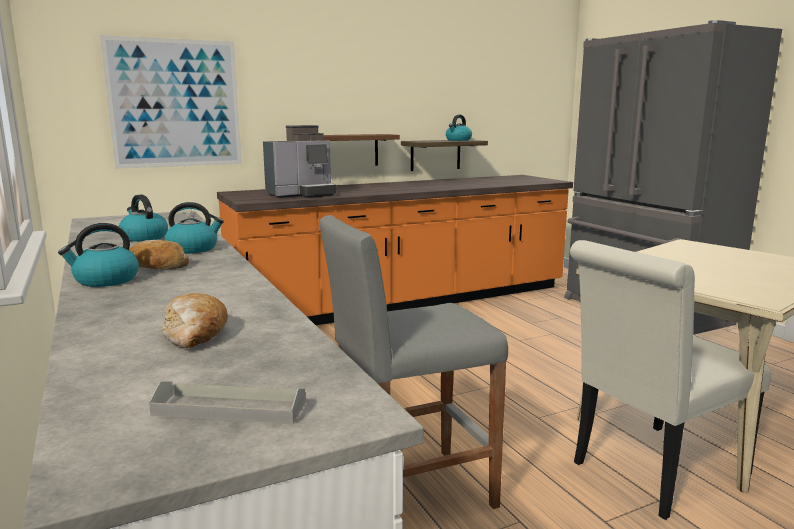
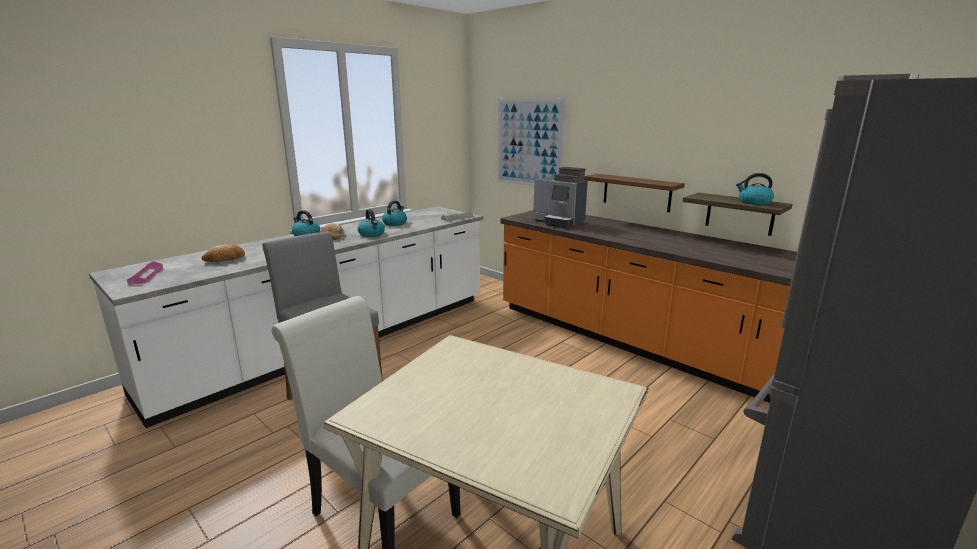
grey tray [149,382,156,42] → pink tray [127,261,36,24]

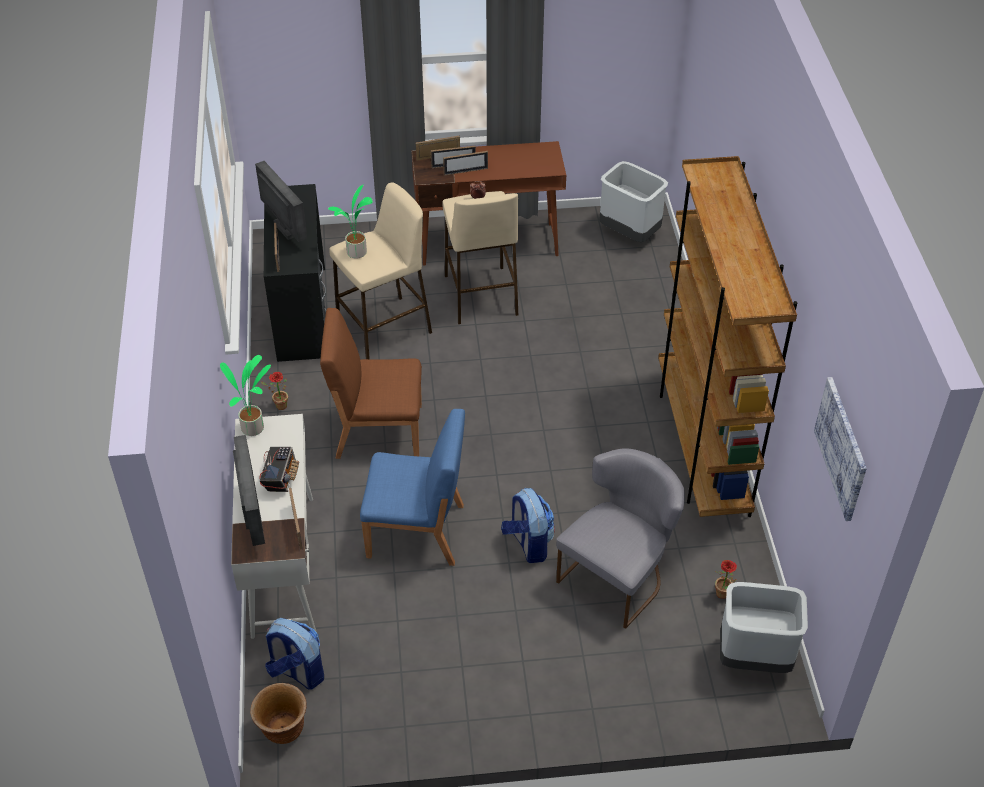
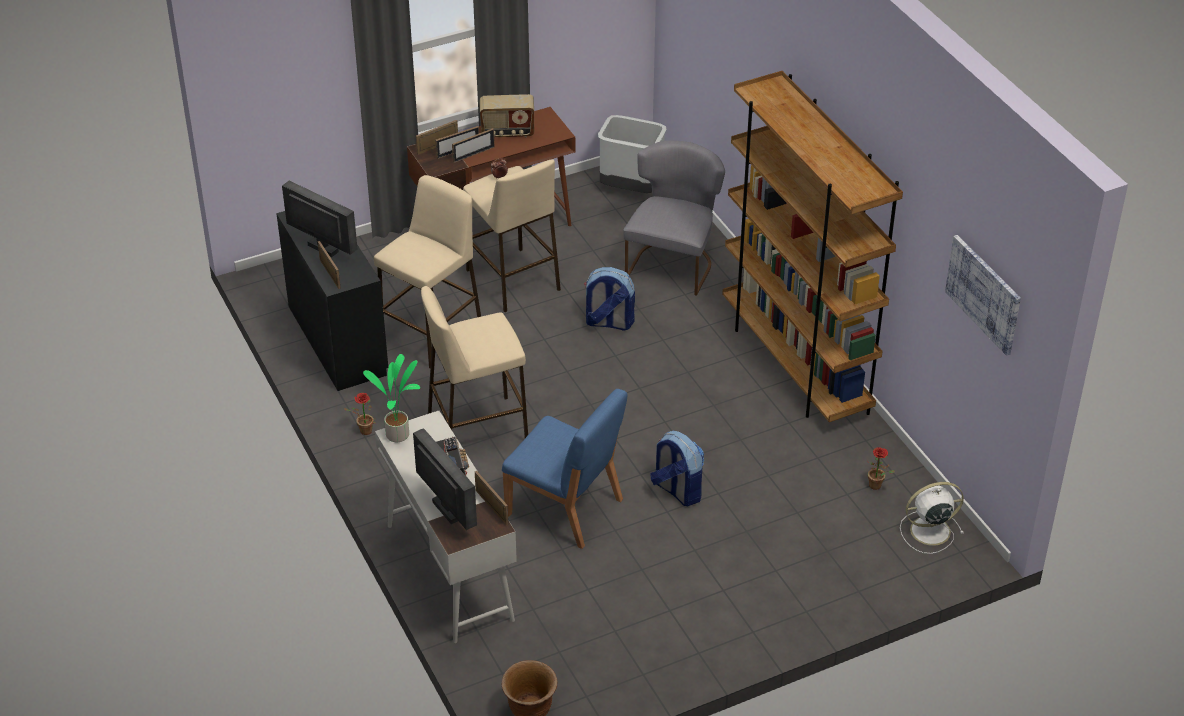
backpack [265,618,59,72] → backpack [584,267,51,64], move
brown chair [320,308,102,151] → beige stool [421,286,107,152]
potted plant [328,184,45,75] → -
blue chair [360,409,105,157] → blue chair [502,389,125,160], 45 degrees clockwise
grey chair [556,448,129,181] → grey chair [623,141,102,155], move
grey trash can [720,582,88,91] → white fan [900,482,64,72]
- → radio [480,94,54,43]

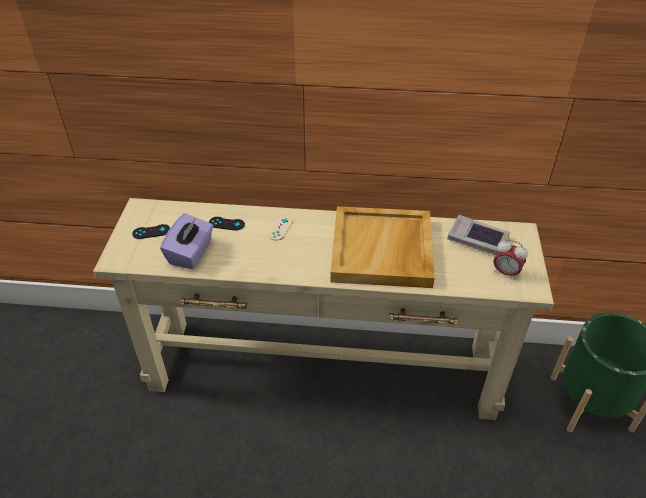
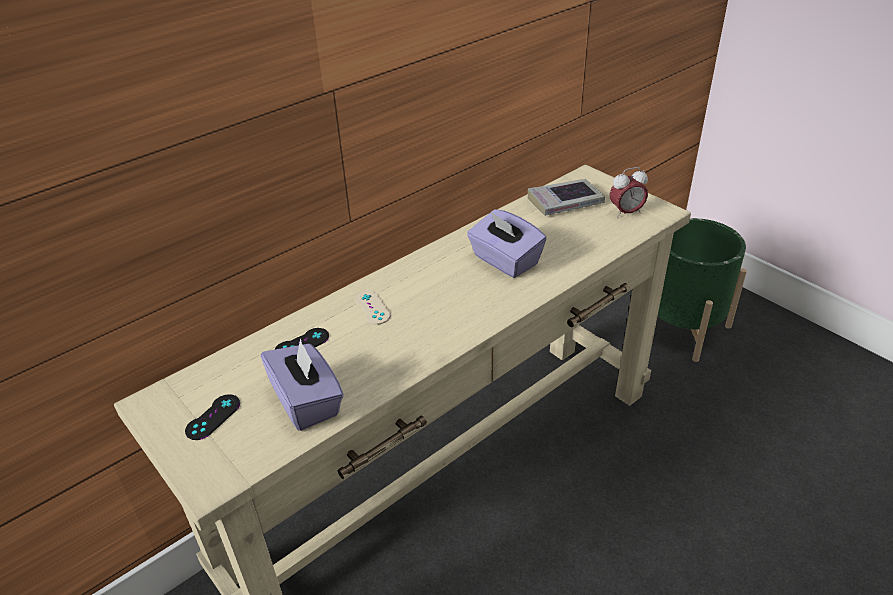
beige tray [330,206,105,82] → purple tissue box [467,209,80,69]

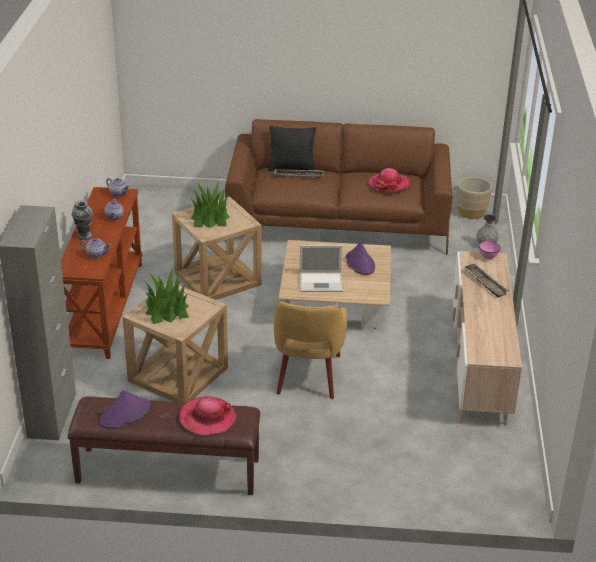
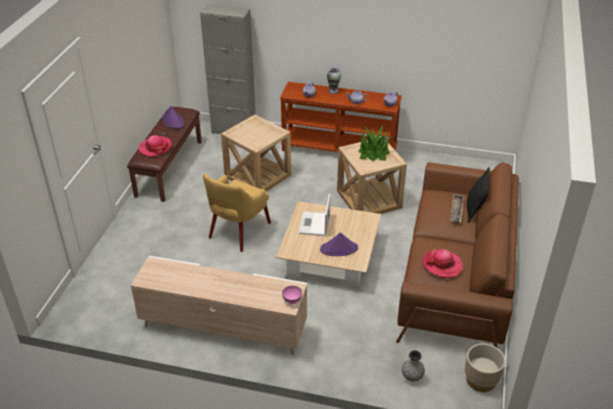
potted plant [145,268,44,56] → -
yellow armchair [274,302,73,97] → yellow armchair [203,174,68,78], 75 degrees counterclockwise
tray [463,263,46,35] → -

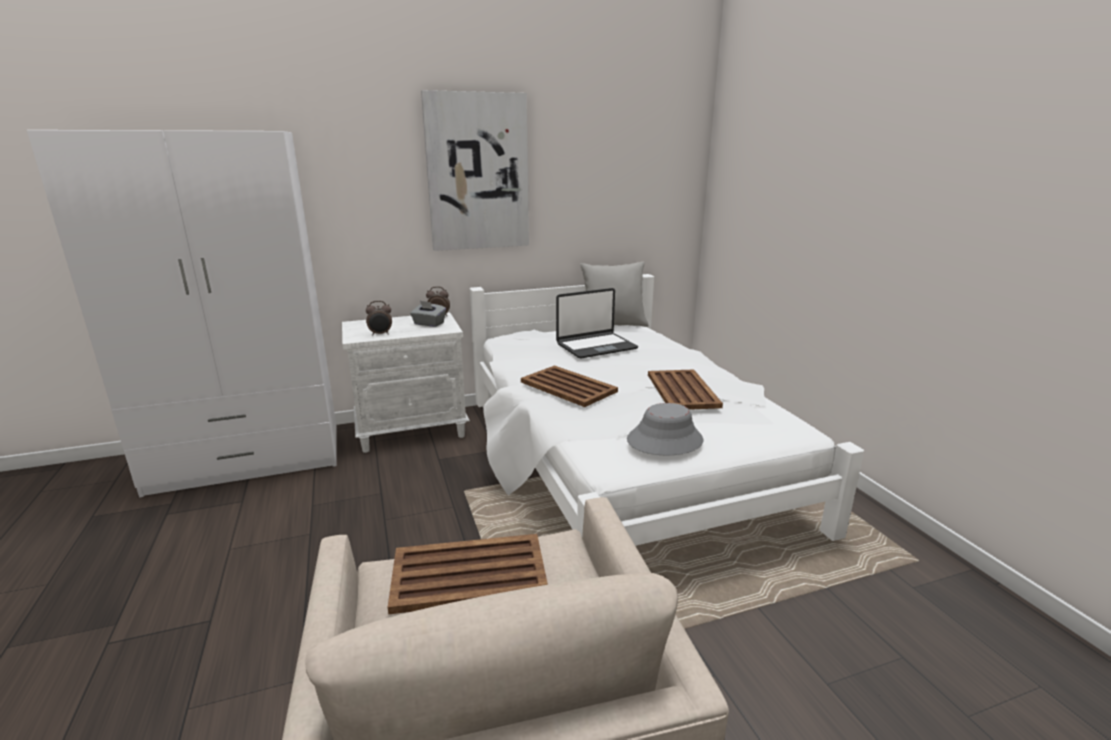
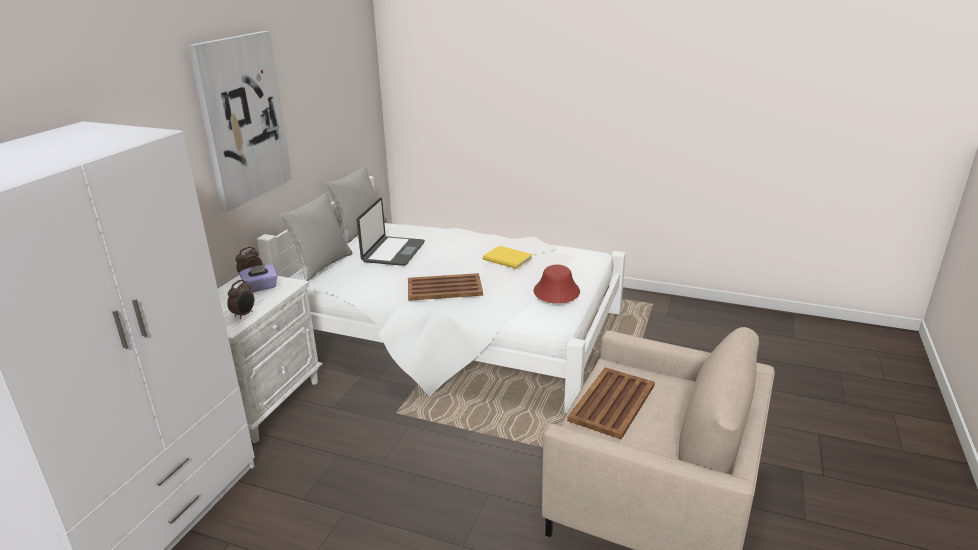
grey tissue box [410,301,36,26] → purple tissue box [239,265,38,28]
grey hat [627,403,76,53] → red hat [533,265,47,39]
brown tray [648,369,75,41] → yellow book [483,246,50,23]
- → grey pillow [279,192,73,89]

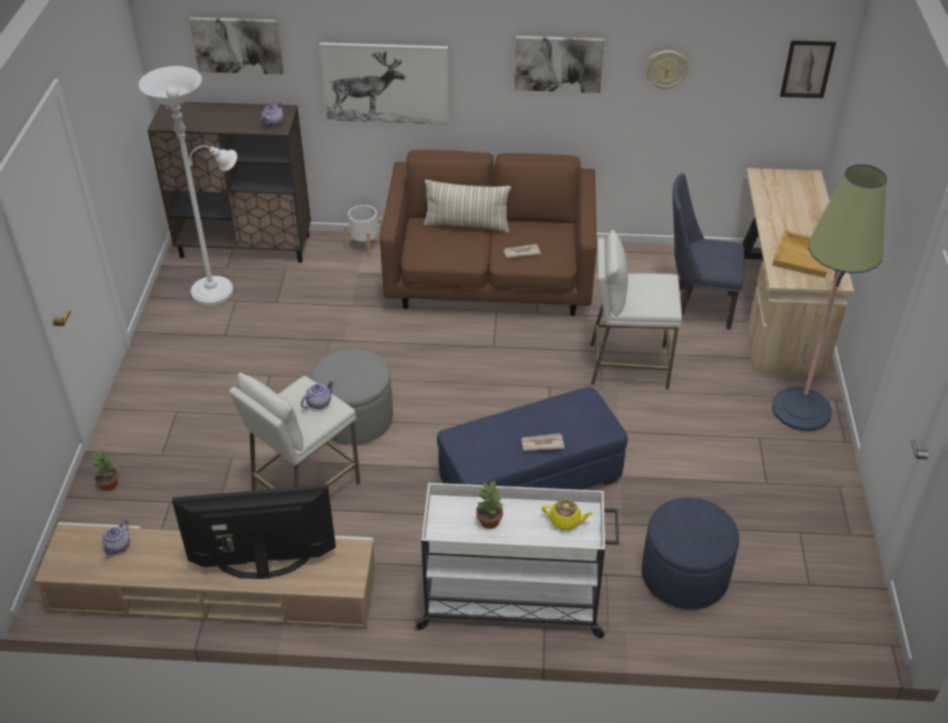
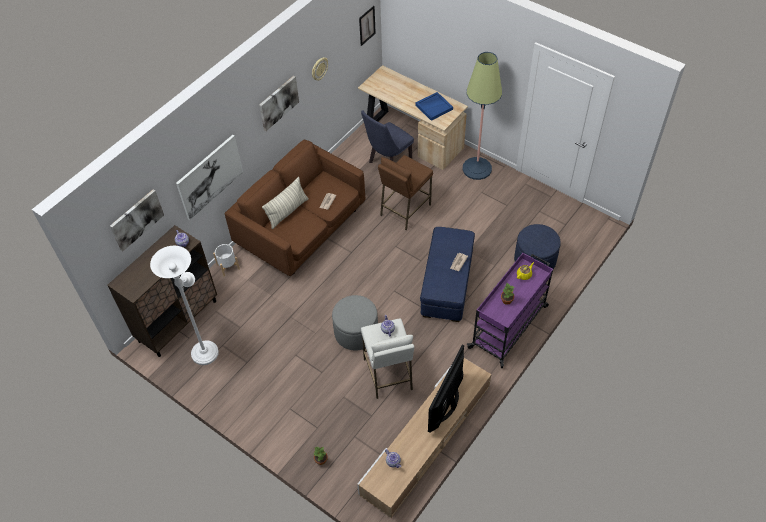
white cart [414,483,205,155] → purple cart [467,253,86,115]
white stool [591,230,91,160] → brown stool [378,155,55,75]
beige tray [772,230,56,48] → blue tray [415,92,38,29]

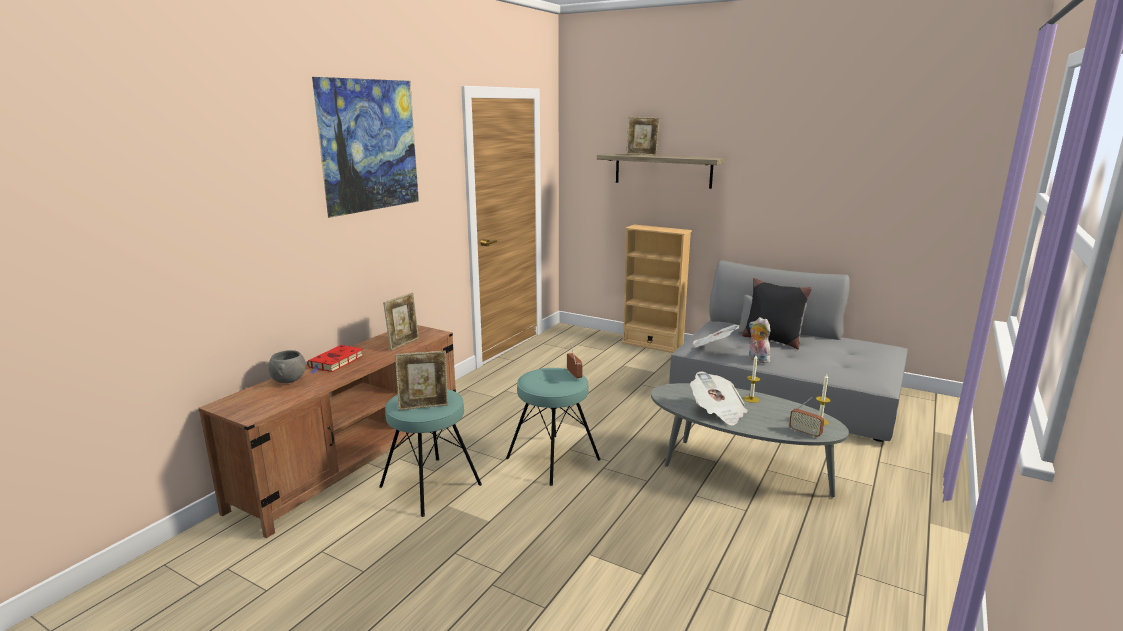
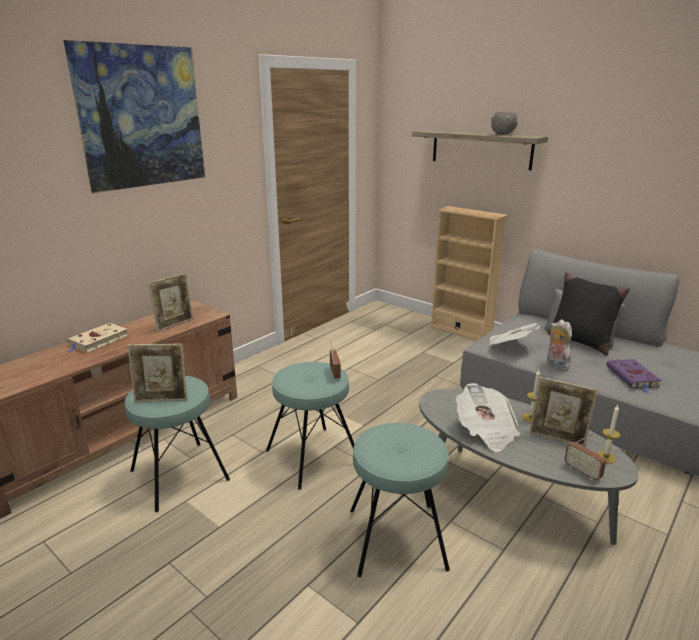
grey bowl [268,350,38,33] → grey bowl [491,112,27,23], move
red book [307,345,57,29] → beige book [67,323,62,30]
picture frame [626,117,34,39] → picture frame [530,377,68,70], move
- → turquoise stool [350,423,100,154]
- → purple book [606,359,55,34]

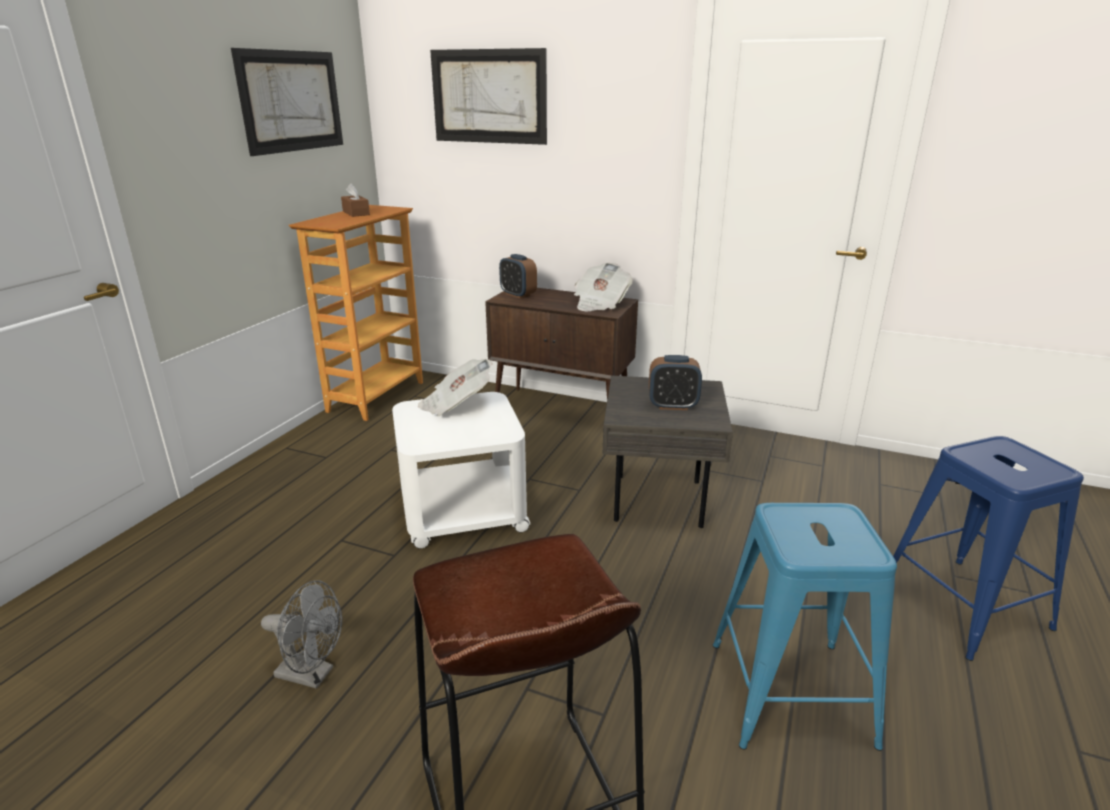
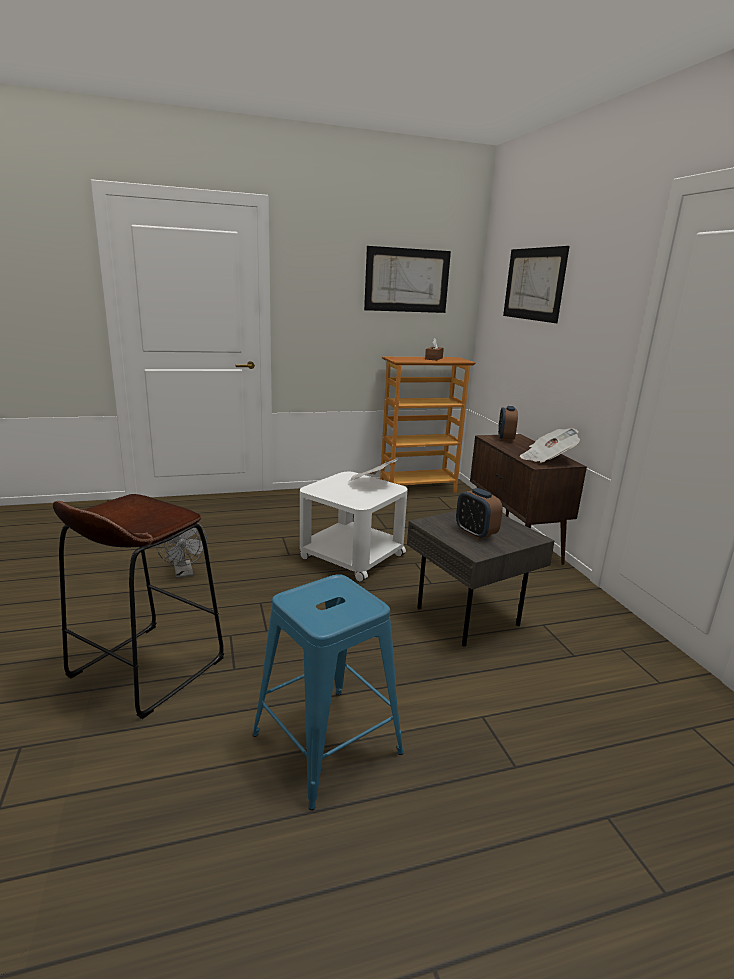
blue stool [893,436,191,225] → -

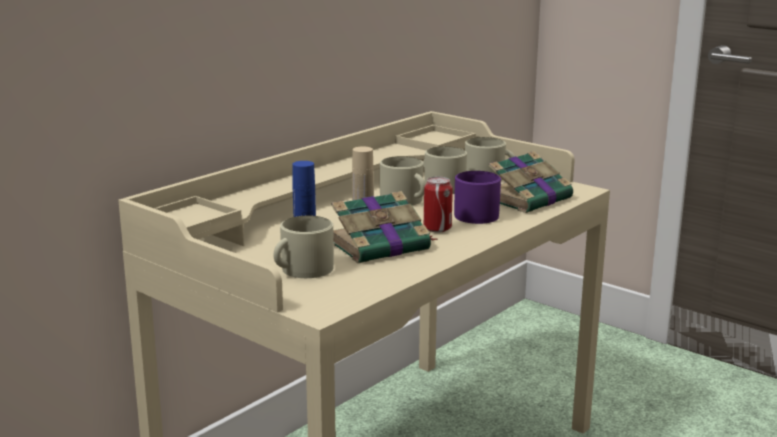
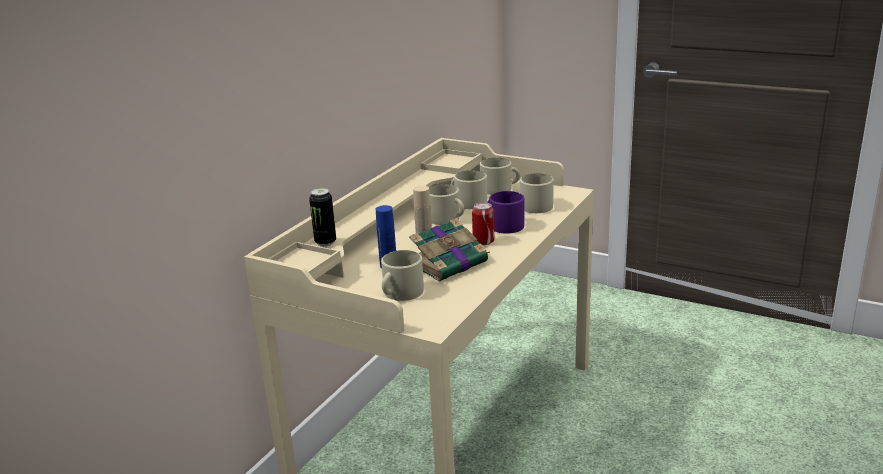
book [488,151,85,62] → beige mug [520,173,34,40]
- → can [309,188,27,58]

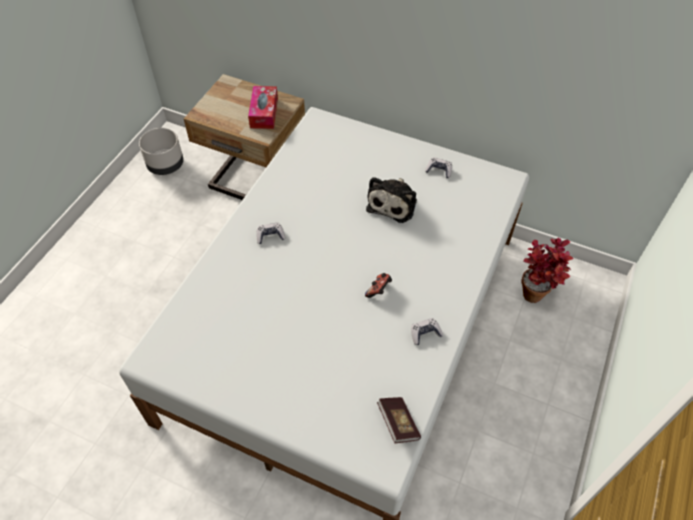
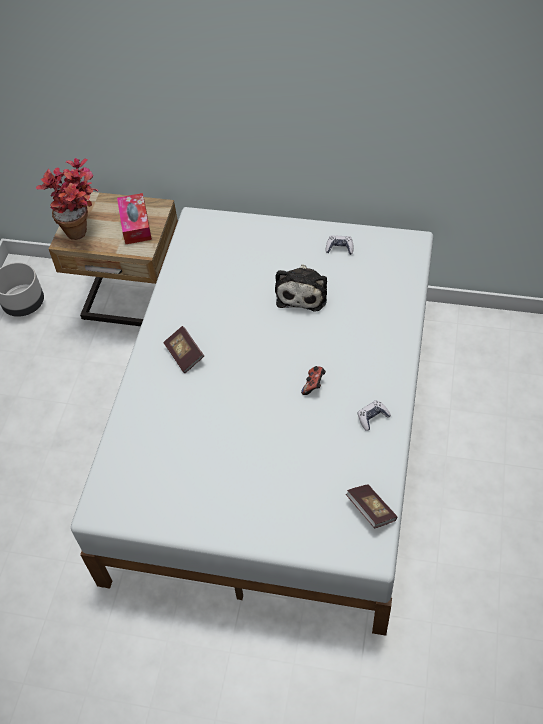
game controller [257,223,28,21] → book [163,326,41,47]
potted plant [521,238,53,65] → potted plant [35,158,63,82], move

